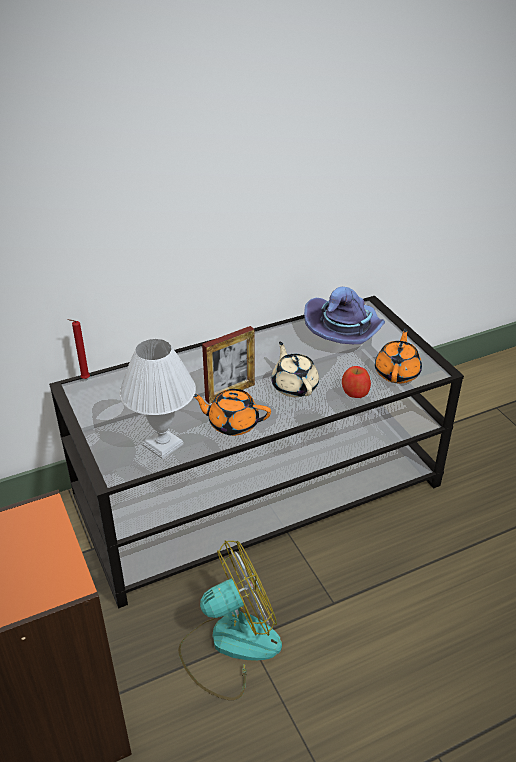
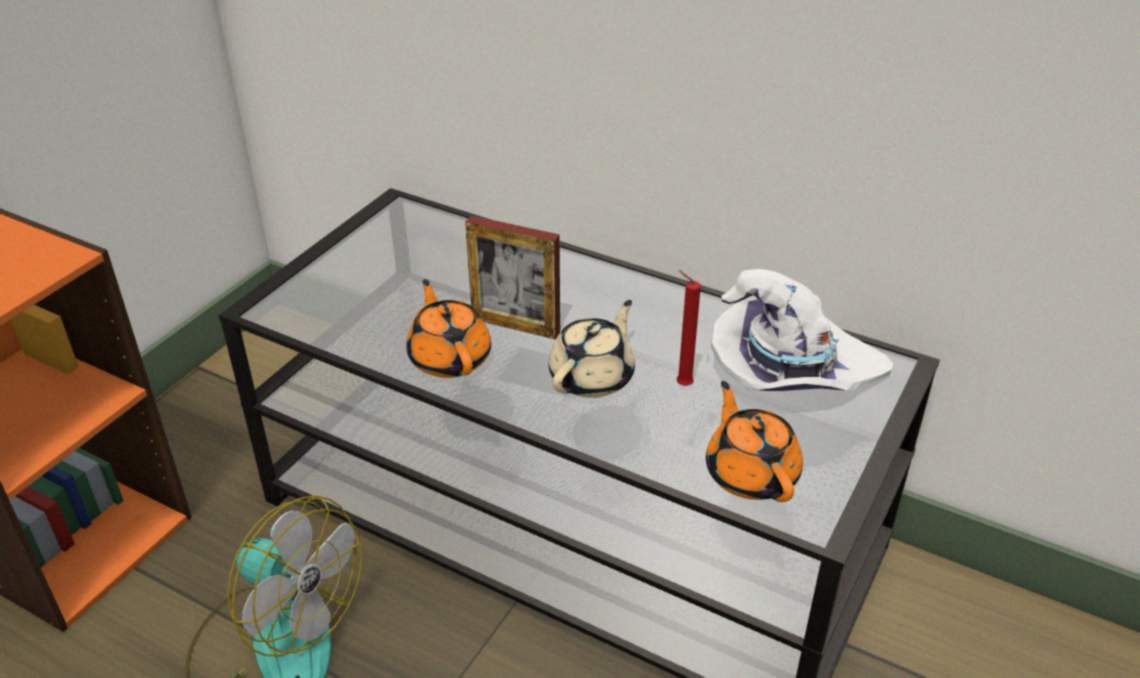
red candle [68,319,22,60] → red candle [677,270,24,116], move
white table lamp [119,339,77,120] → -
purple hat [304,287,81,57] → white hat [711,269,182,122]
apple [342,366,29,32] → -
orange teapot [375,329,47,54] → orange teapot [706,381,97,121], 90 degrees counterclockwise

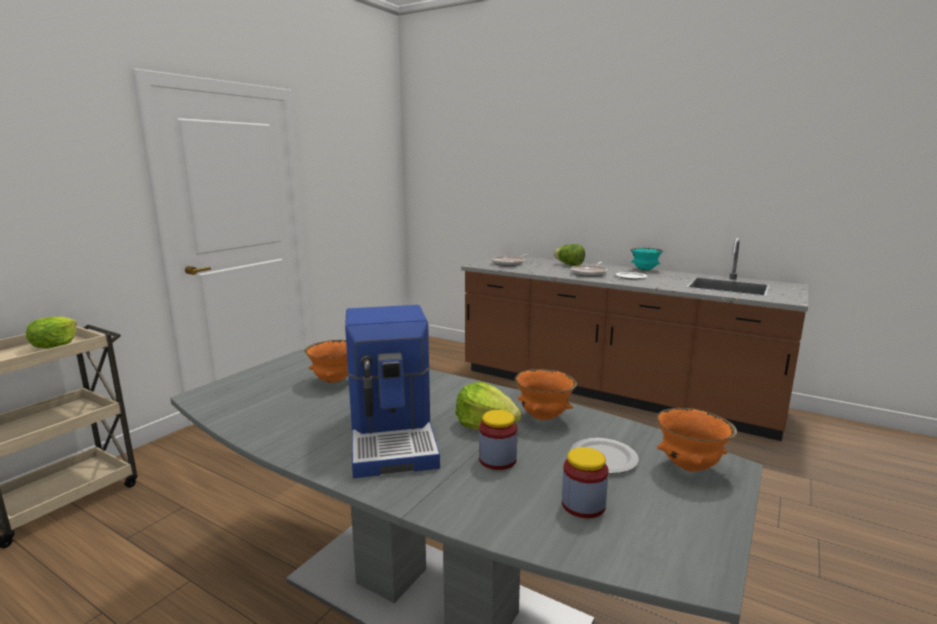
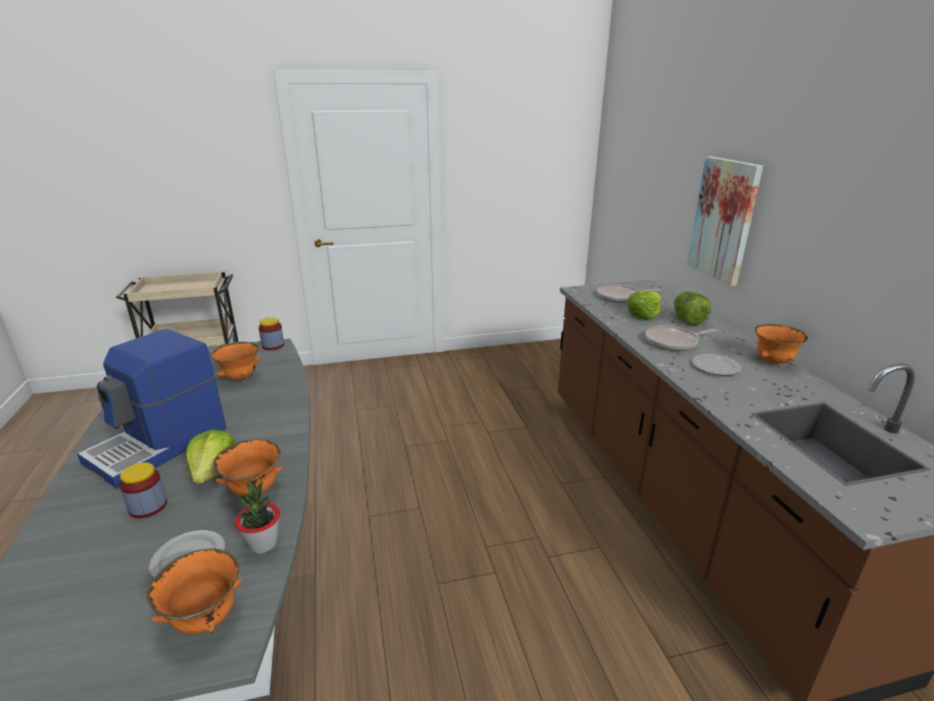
lettuce [26,316,51,33] → lettuce [627,290,34,30], move
jar [562,447,47,71] → jar [259,317,25,33], move
turquoise bowl [631,248,32,23] → orange bowl [755,324,53,40]
- → potted plant [235,481,45,73]
- → picture [687,156,76,130]

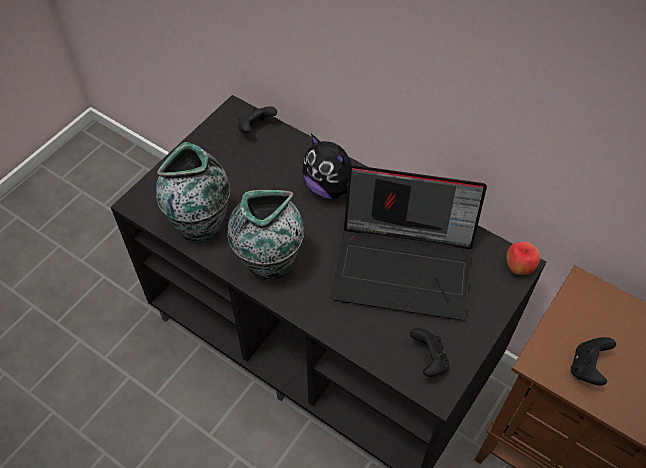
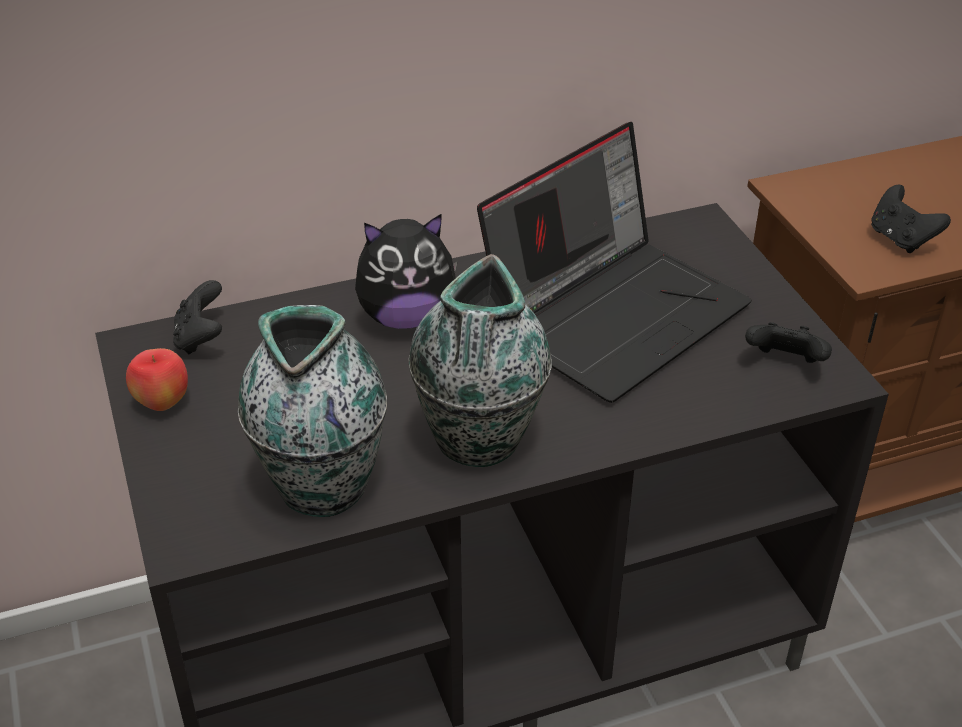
apple [507,242,33,33] → apple [126,348,62,63], move

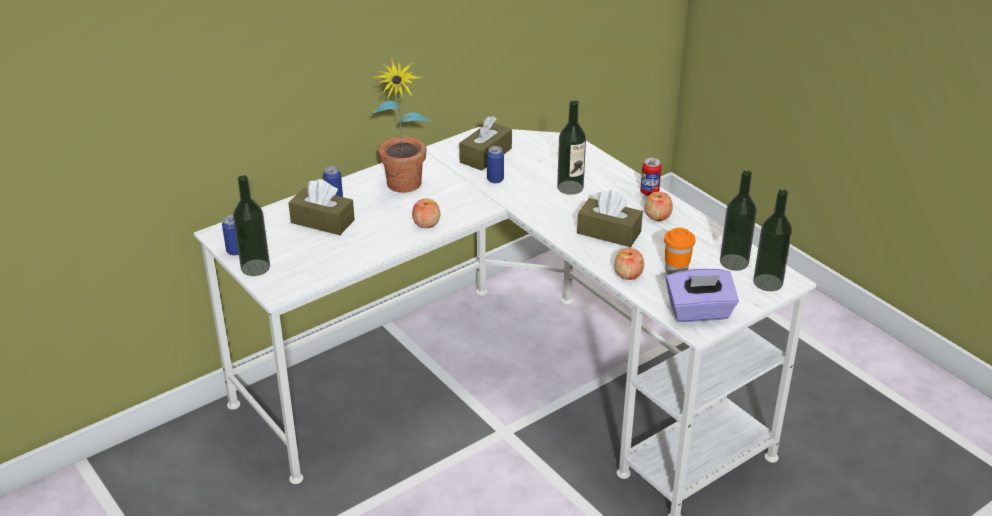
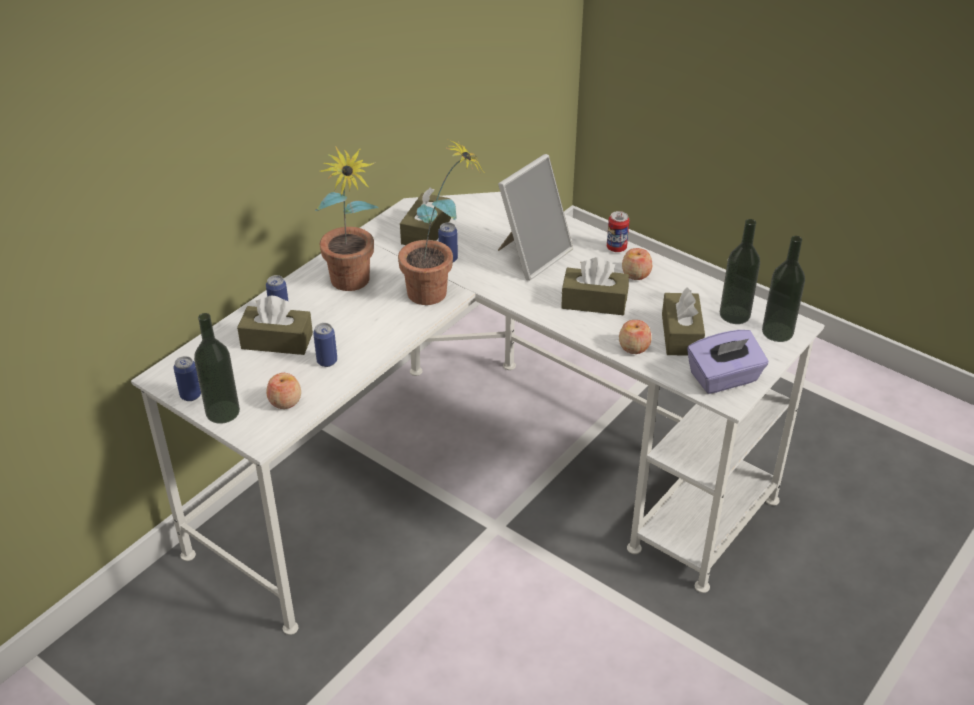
apple [412,198,28,30] → apple [266,373,35,36], move
bottle [557,100,29,95] → picture frame [498,154,75,127]
orange cup [664,228,32,46] → brown tissue box [662,287,43,69]
- → can [313,323,24,44]
- → potted plant [398,138,85,167]

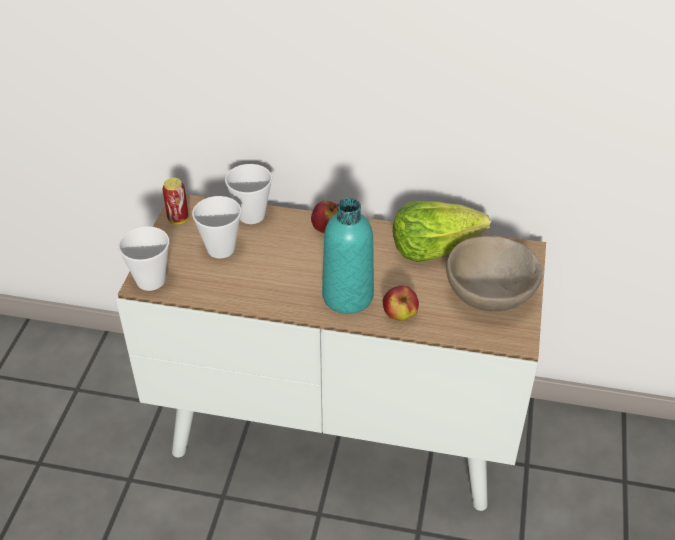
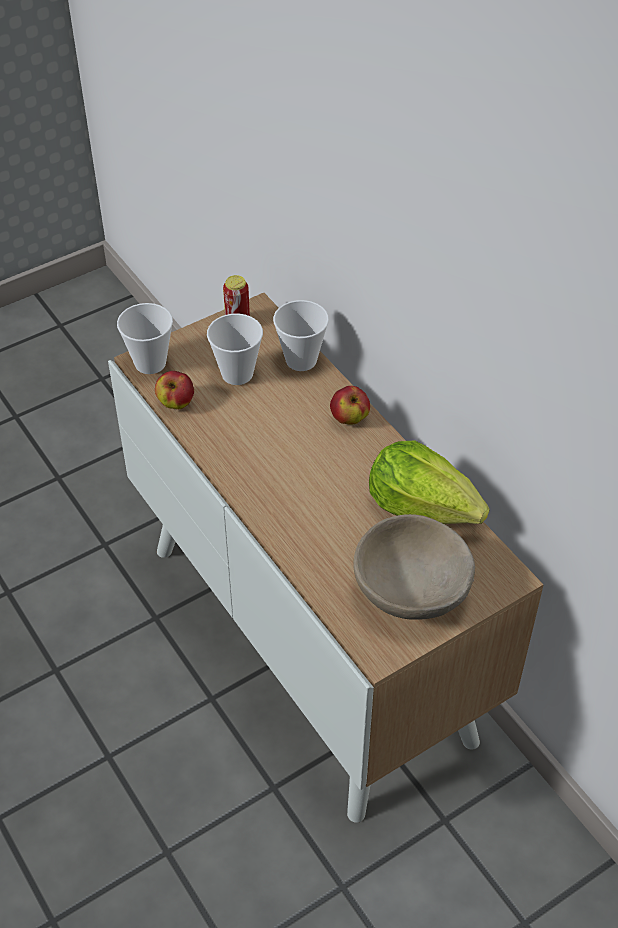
turquoise bottle [322,198,52,116] → -
apple [383,286,36,35] → apple [155,371,39,38], move

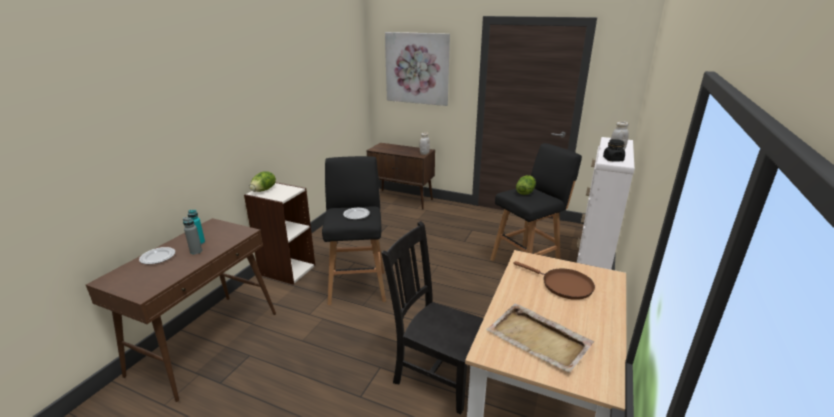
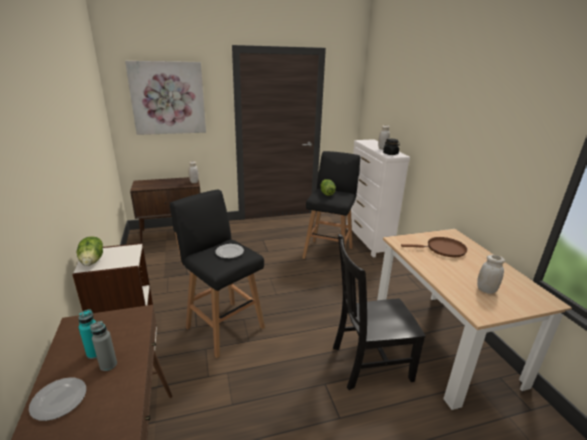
beige tray [486,303,108,70] → white jar [477,255,28,39]

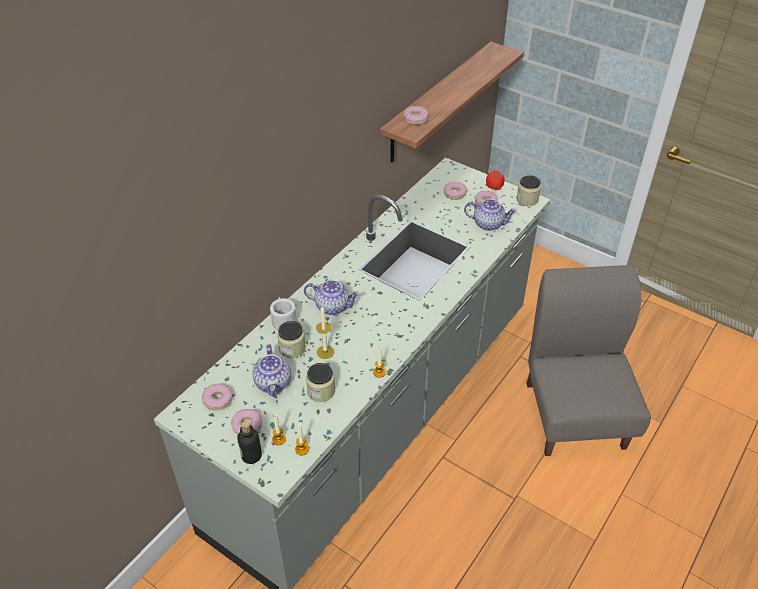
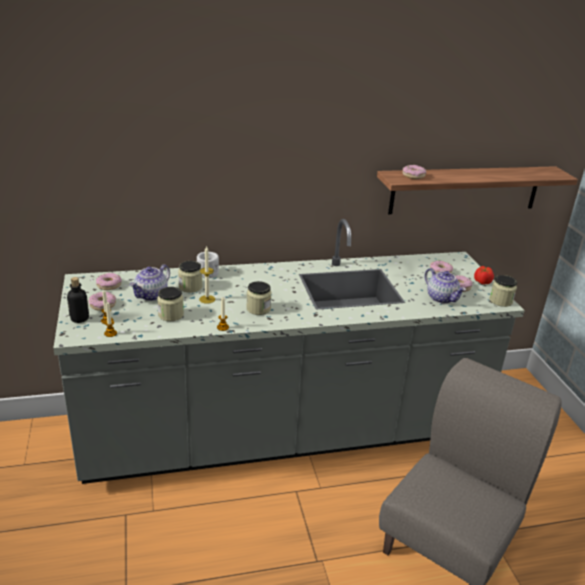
teapot [304,280,56,35] → -
- → jar [246,281,26,34]

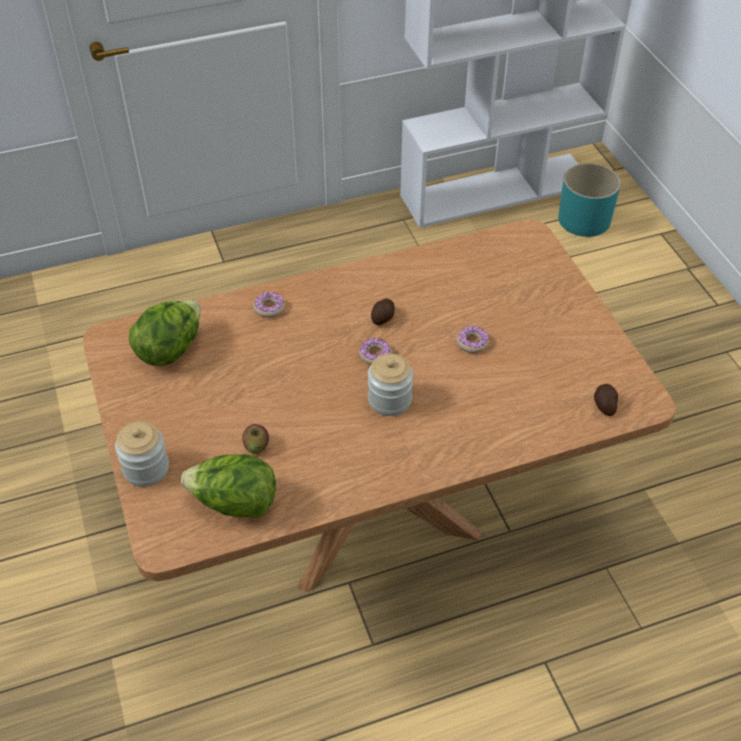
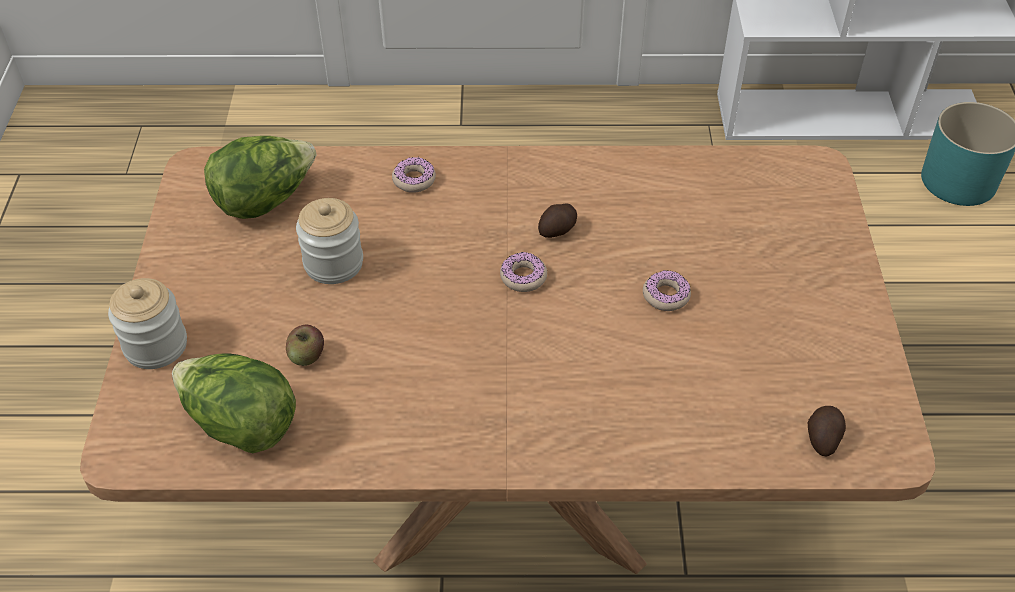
jar [368,354,45,62] → jar [296,198,67,86], move

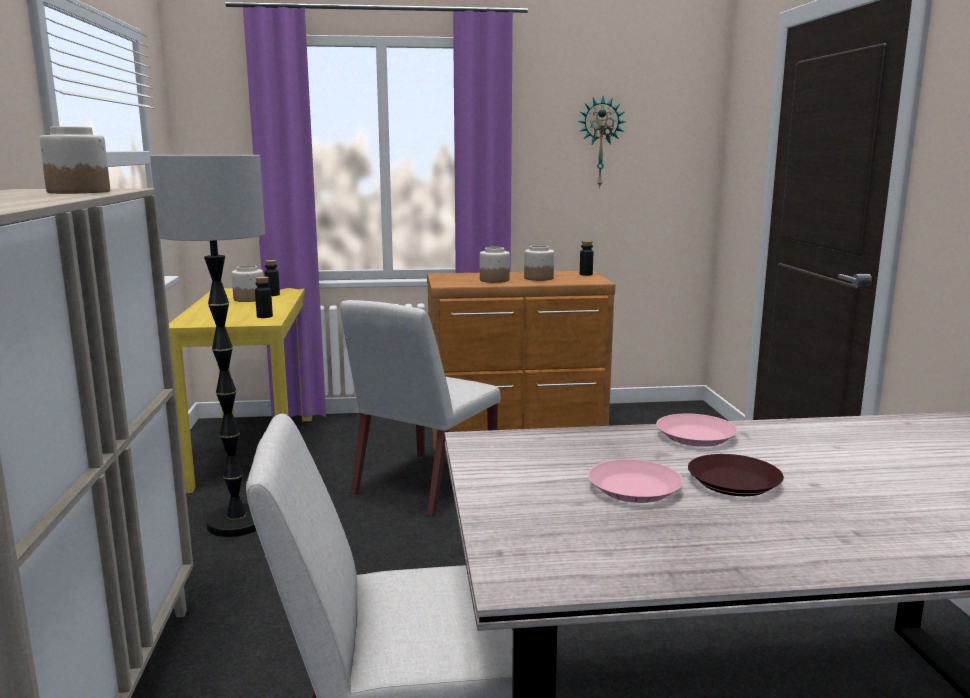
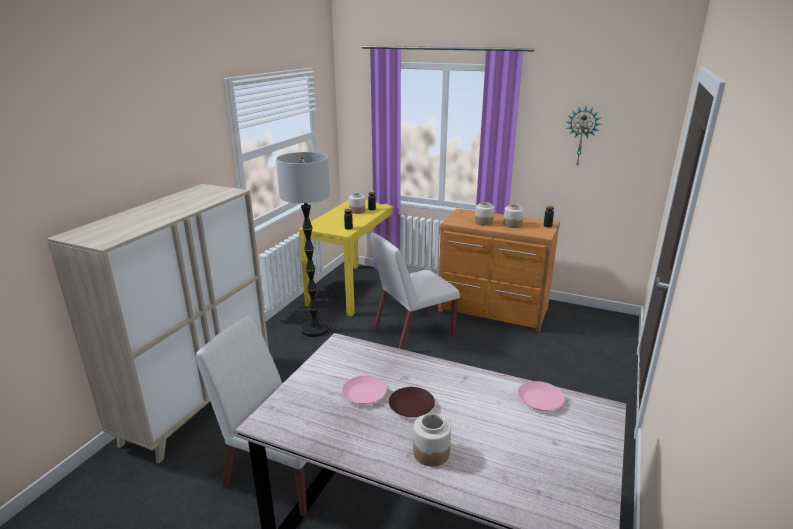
jar [39,126,71,68] → jar [413,414,38,52], move
pink plate [656,414,82,33] → pink plate [518,381,47,30], move

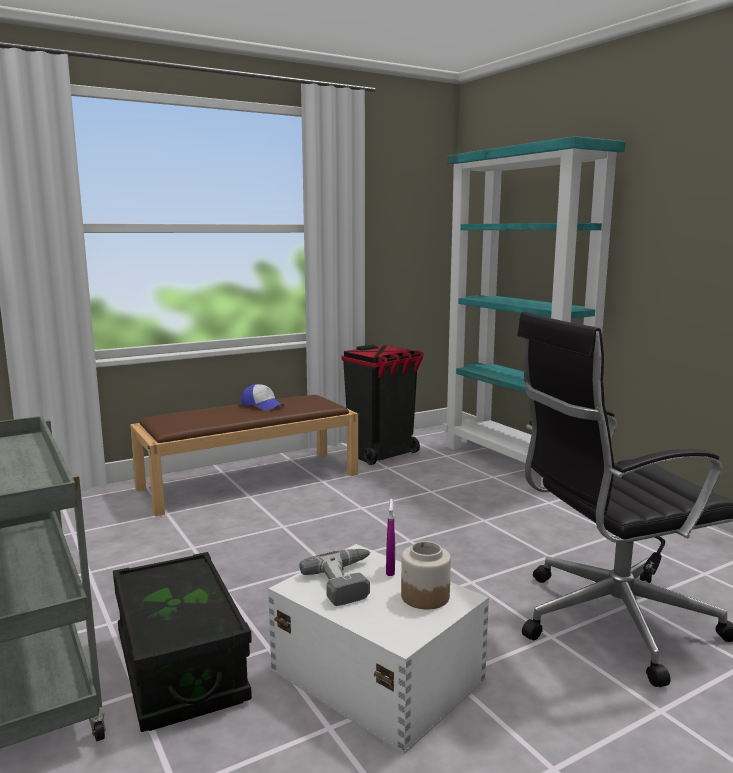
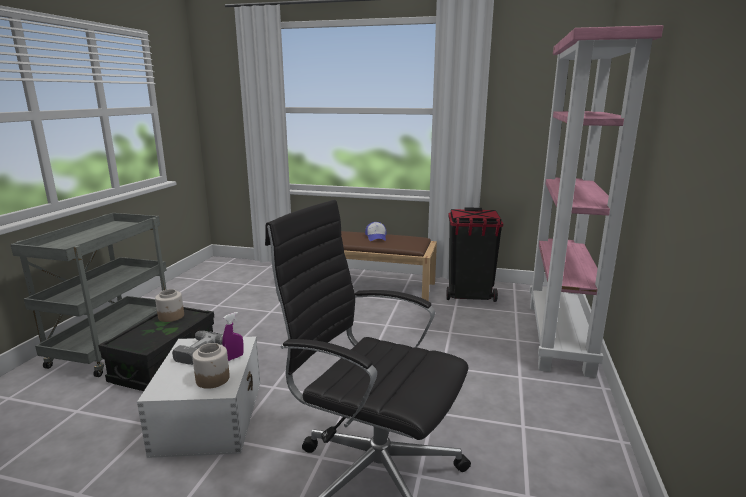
turquoise bookcase [443,136,183,351] → pink bookcase [529,25,135,353]
- → jar [155,289,29,33]

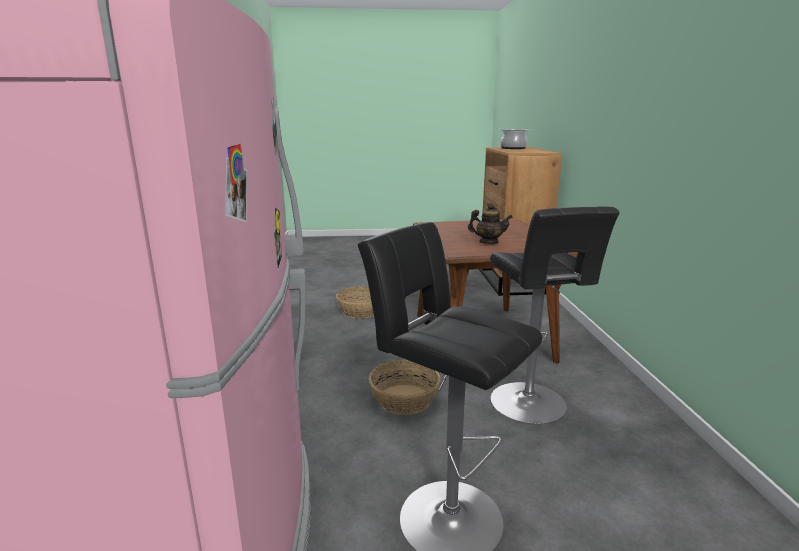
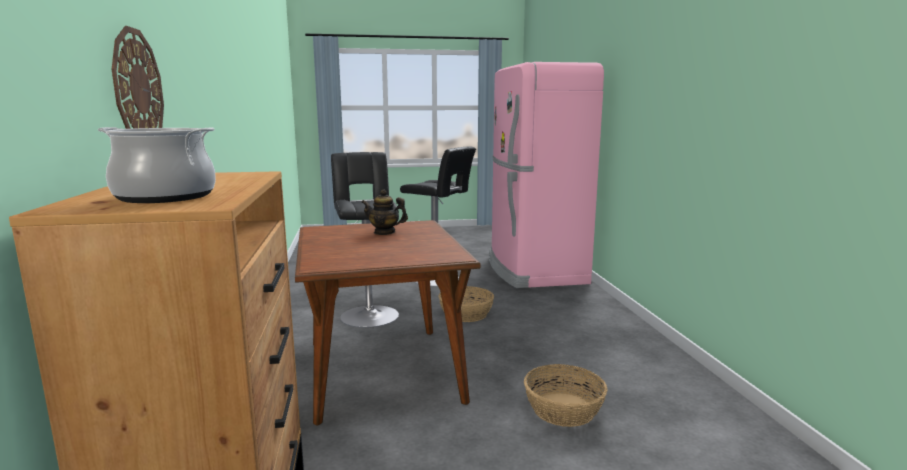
- → wall clock [112,26,52,103]

